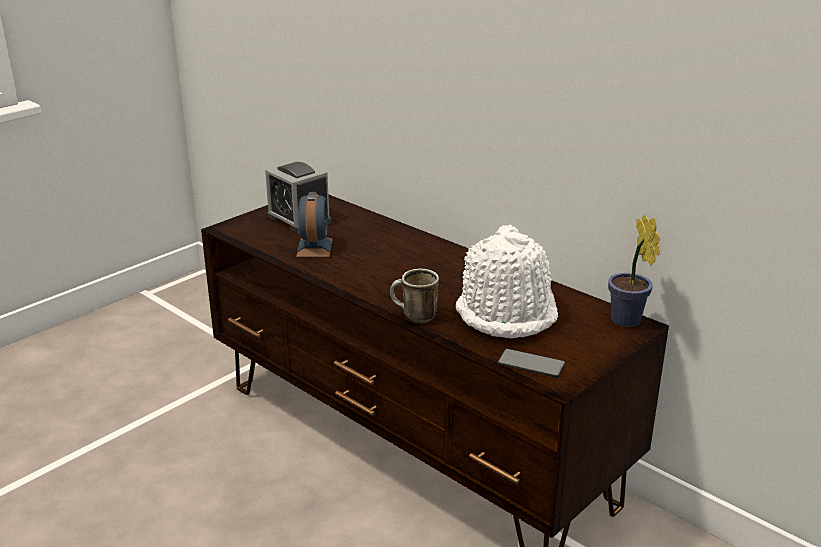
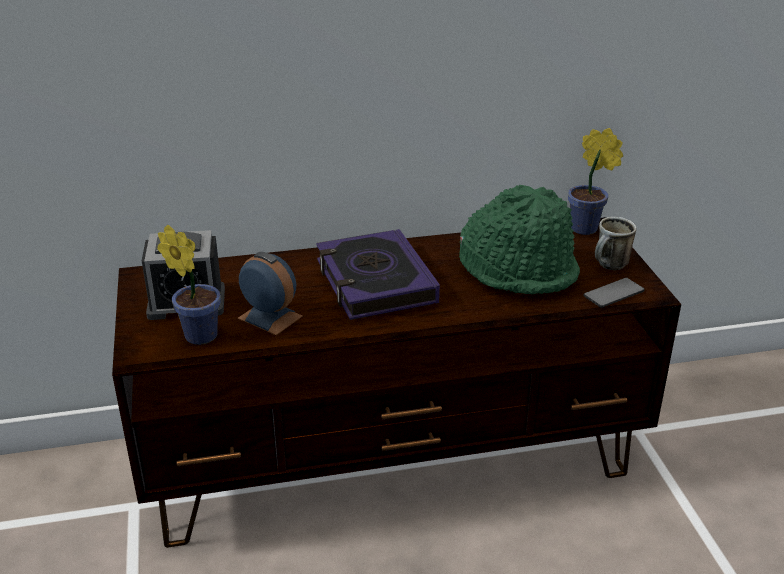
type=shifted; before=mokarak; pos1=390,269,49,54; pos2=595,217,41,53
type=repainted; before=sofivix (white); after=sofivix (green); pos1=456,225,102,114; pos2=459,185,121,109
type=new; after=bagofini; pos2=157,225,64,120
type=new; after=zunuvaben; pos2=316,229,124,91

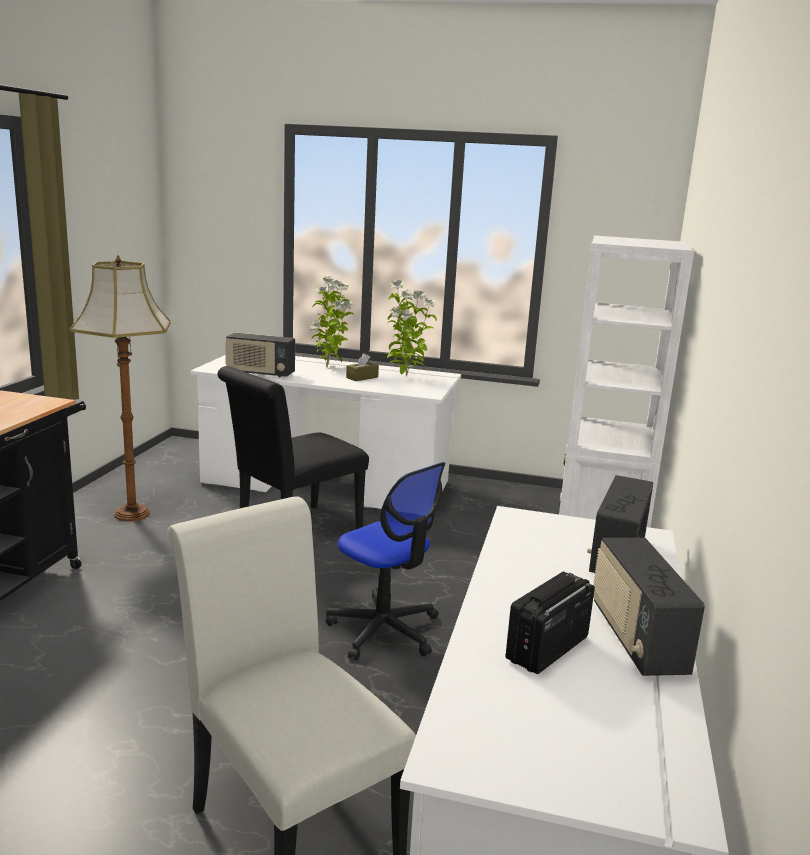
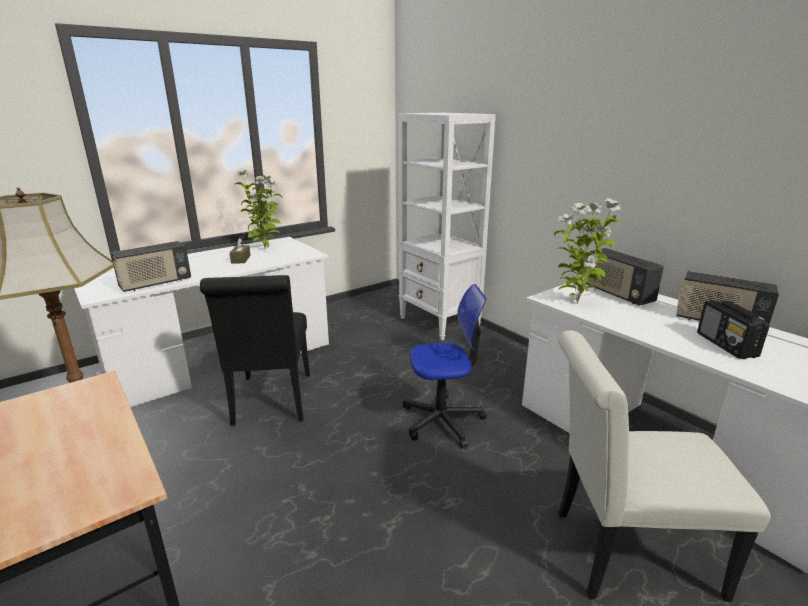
type=shifted; before=bagofini; pos1=310,275,44,92; pos2=554,198,67,106

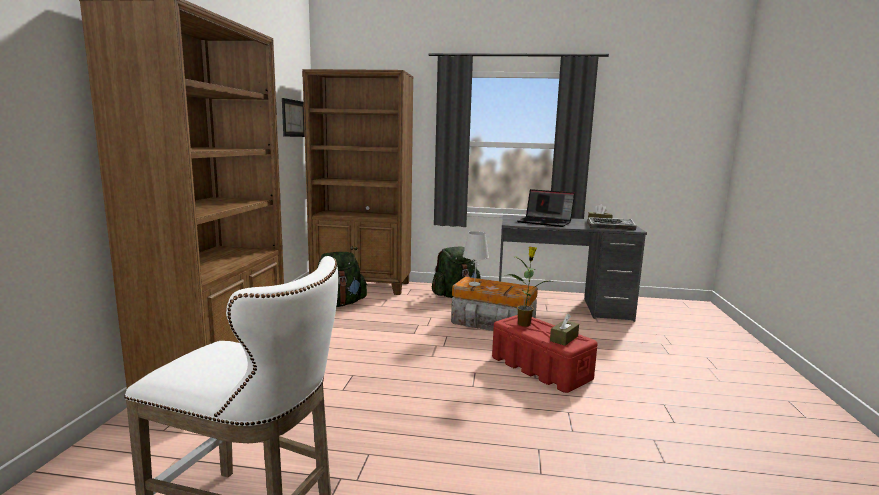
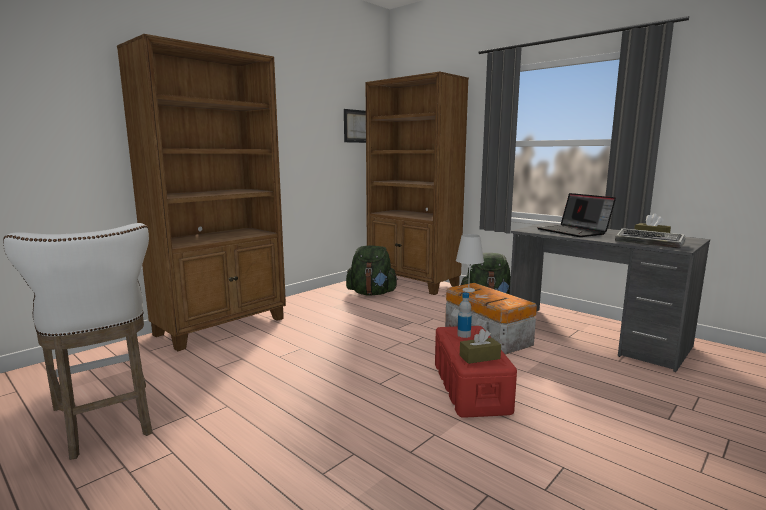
type=swapped; before=bagofini; after=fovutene; pos1=508,246,46,81; pos2=457,292,15,46

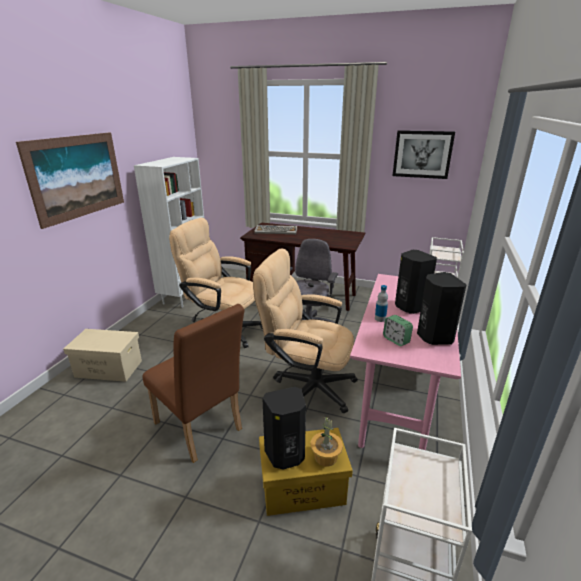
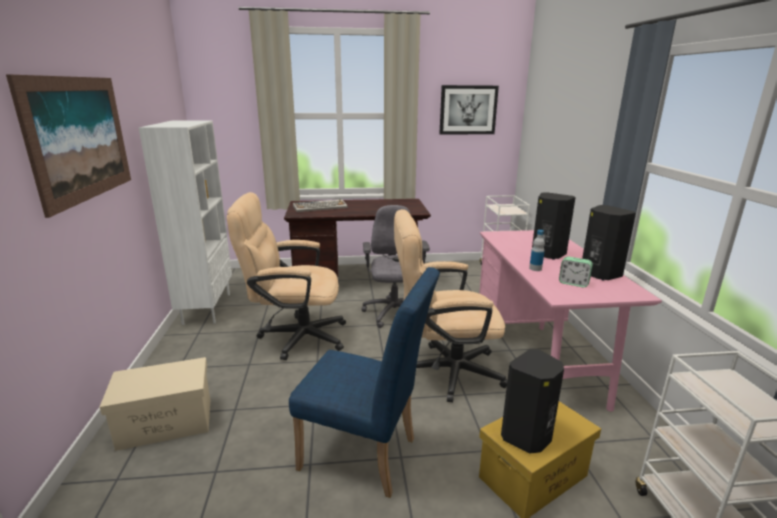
type=repainted; before=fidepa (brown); after=fidepa (blue); pos1=143,304,101,159; pos2=289,267,151,231
type=gone; before=bagofini; pos1=310,417,33,50

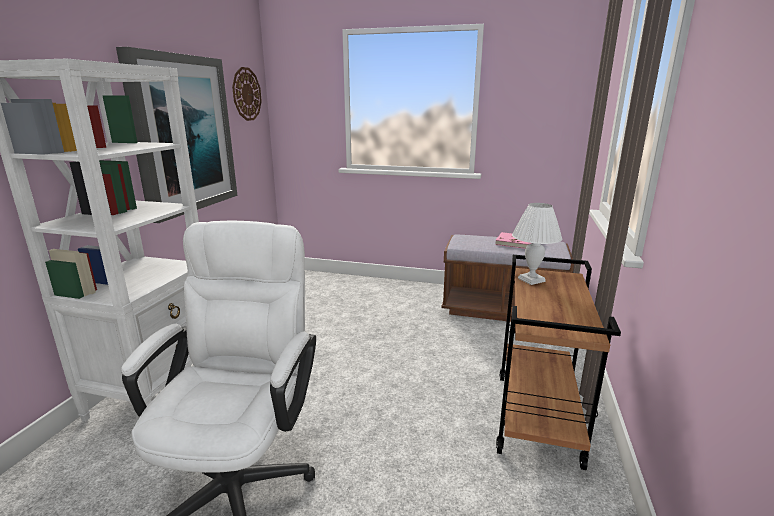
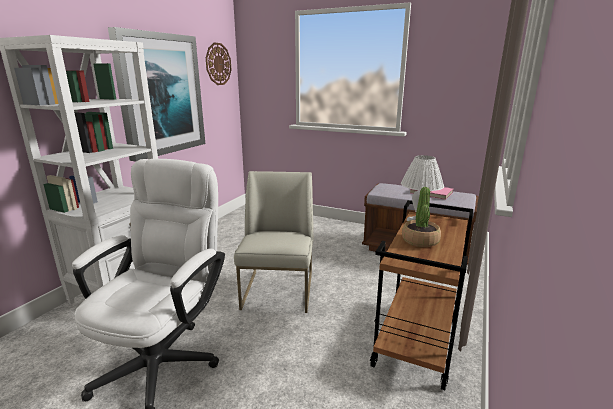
type=new; after=fidepa (white); pos2=234,171,79,142
type=new; after=bagofini; pos2=402,187,39,60

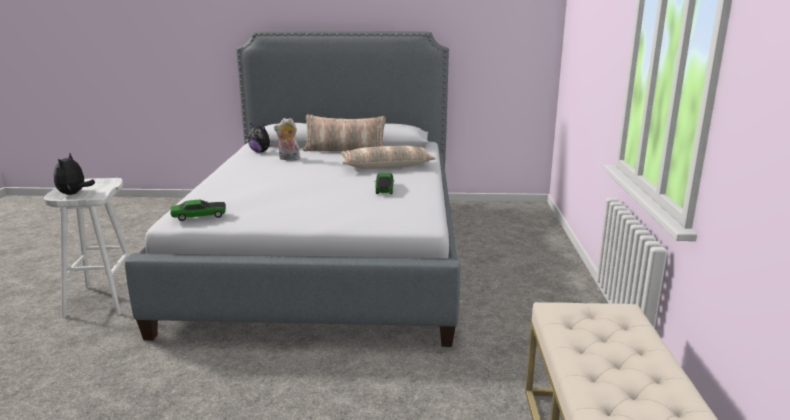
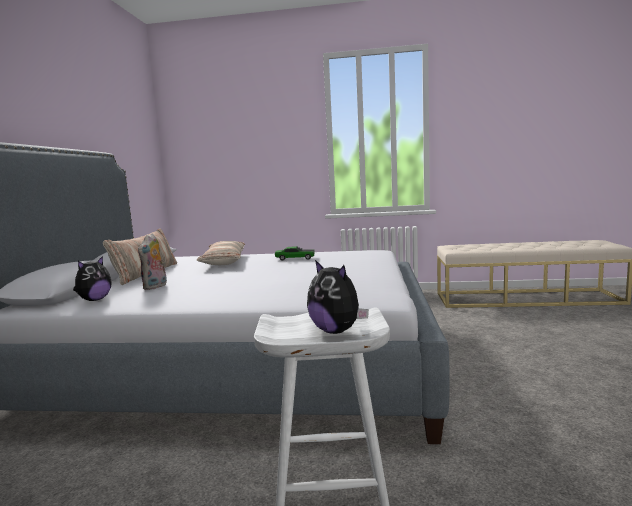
type=rotated; before=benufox; pos1=54,154,41,41; pos2=307,260,62,74; turn=45
type=gone; before=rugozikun; pos1=170,199,56,22

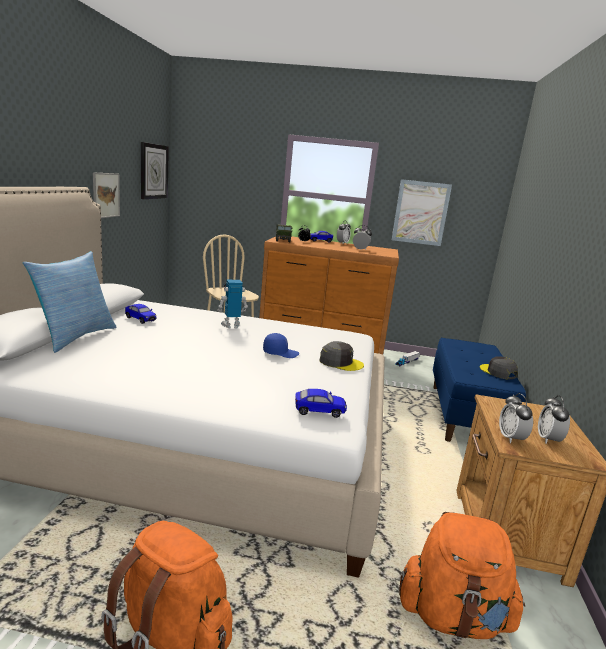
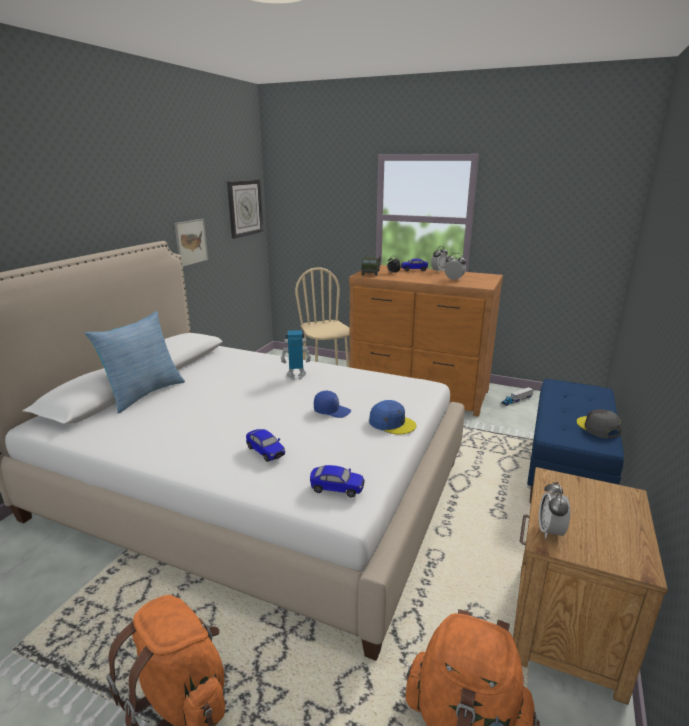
type=shifted; before=rugozikun; pos1=125,304,31,20; pos2=246,429,39,33
type=repainted; before=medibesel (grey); after=medibesel (blue); pos1=320,341,44,30; pos2=369,400,48,35
type=gone; before=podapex; pos1=392,179,60,67
type=gone; before=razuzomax; pos1=538,395,32,49

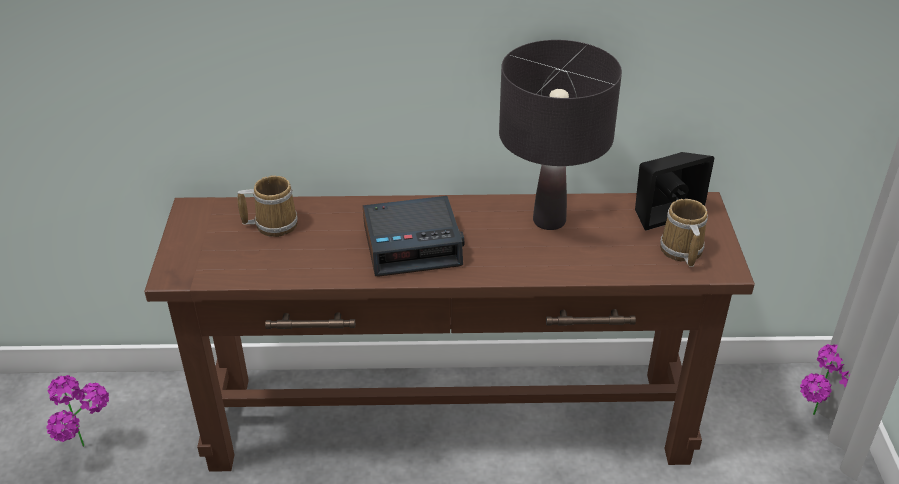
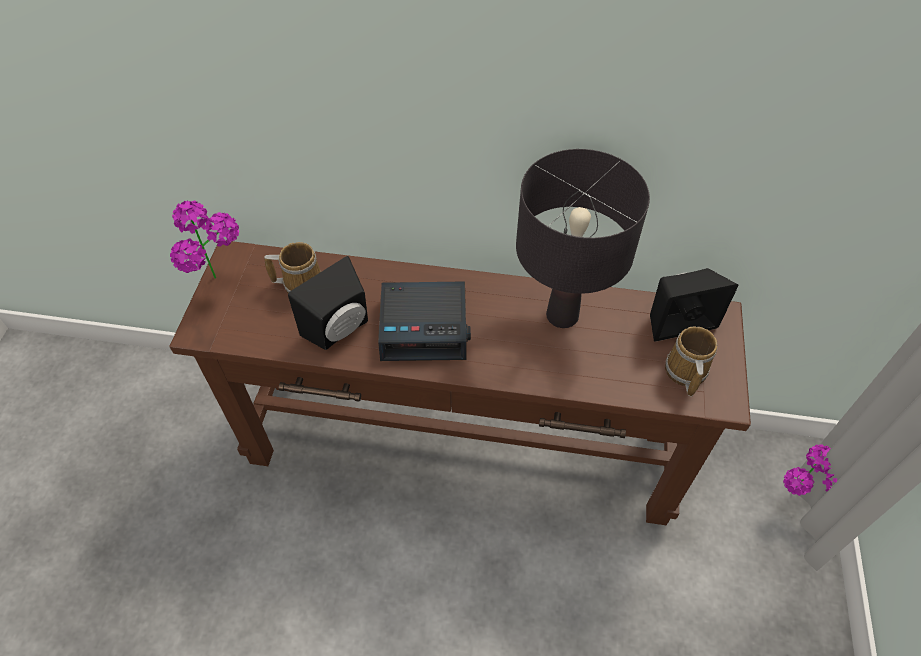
type=shifted; before=bagofini; pos1=46,375,63,72; pos2=170,200,69,79
type=new; after=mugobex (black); pos2=288,256,80,94

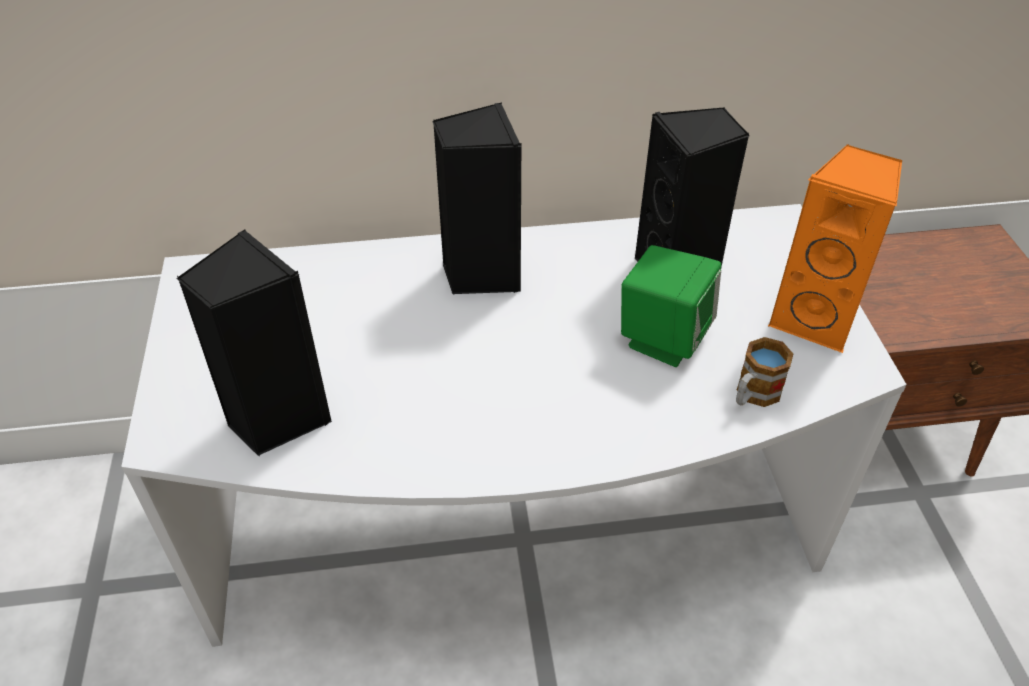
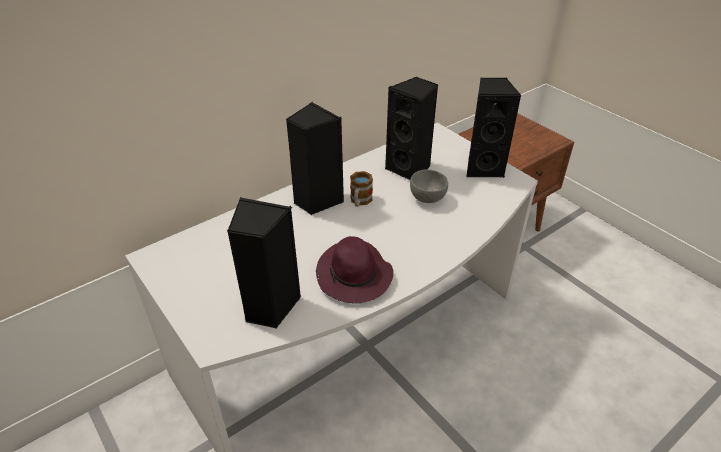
type=swapped; before=mugobex (green); after=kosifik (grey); pos1=621,245,100,122; pos2=410,169,38,34
type=shifted; before=mokarak; pos1=736,337,57,70; pos2=350,171,23,36
type=repainted; before=mugobex (orange); after=mugobex (black); pos1=768,145,135,208; pos2=467,78,55,100
type=new; after=sofivix (purple); pos2=316,236,77,67

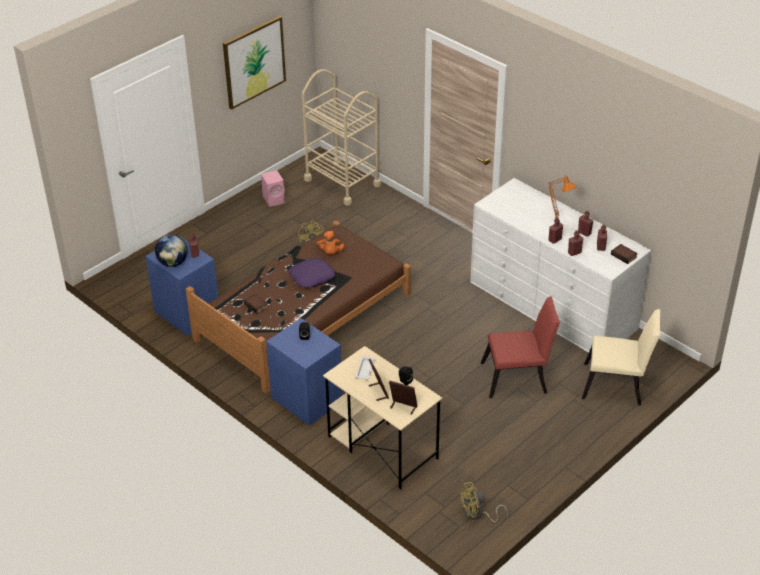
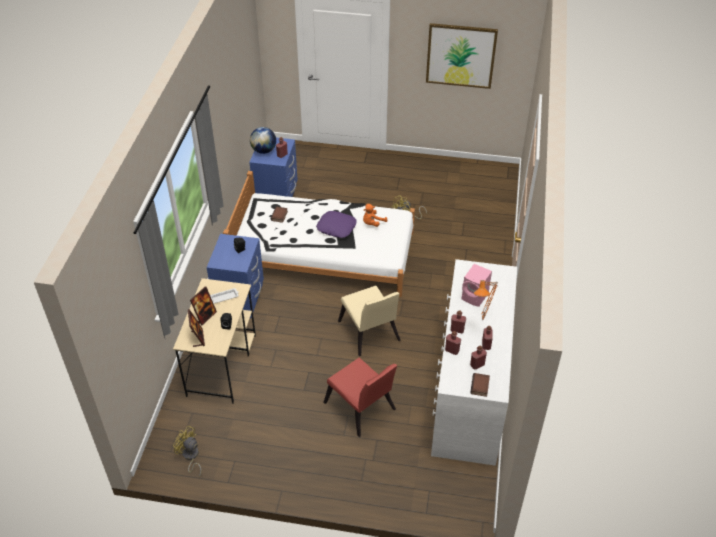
type=repainted; before=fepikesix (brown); after=fepikesix (white); pos1=186,221,225,173; pos2=223,171,192,126
type=shifted; before=mugobex (pink); pos1=261,170,24,37; pos2=462,264,30,43
type=gone; before=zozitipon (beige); pos1=302,69,79,137
type=shifted; before=fidepa (beige); pos1=582,309,78,97; pos2=338,285,63,71

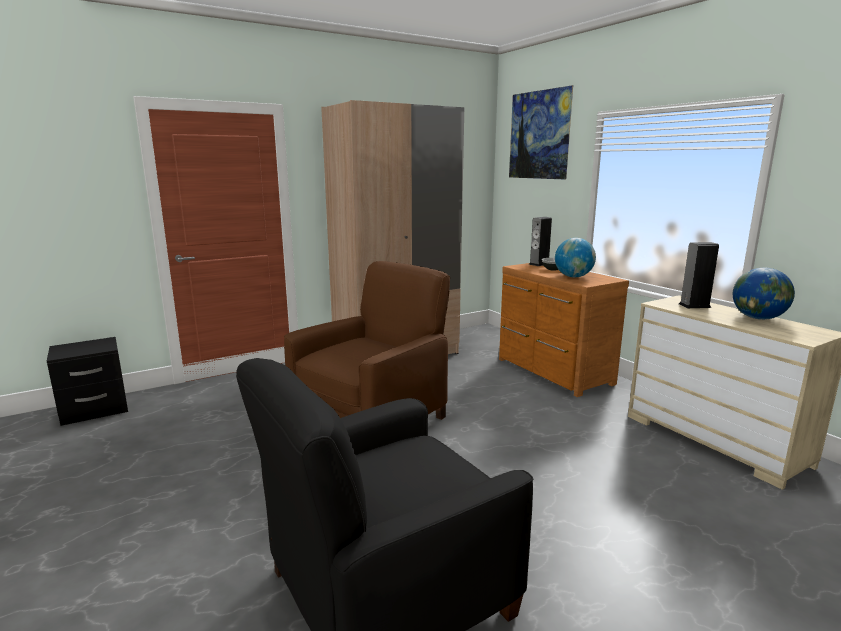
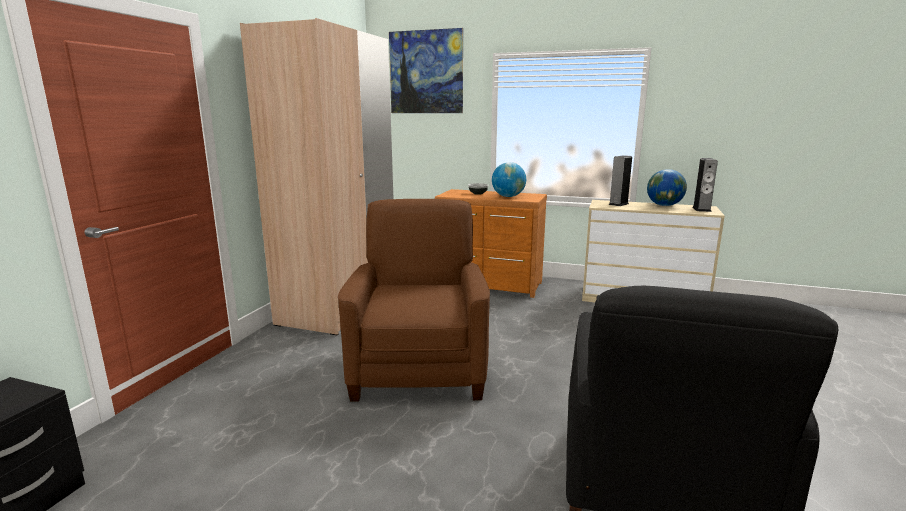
type=shifted; before=mugobex; pos1=529,217,23,49; pos2=692,158,26,54

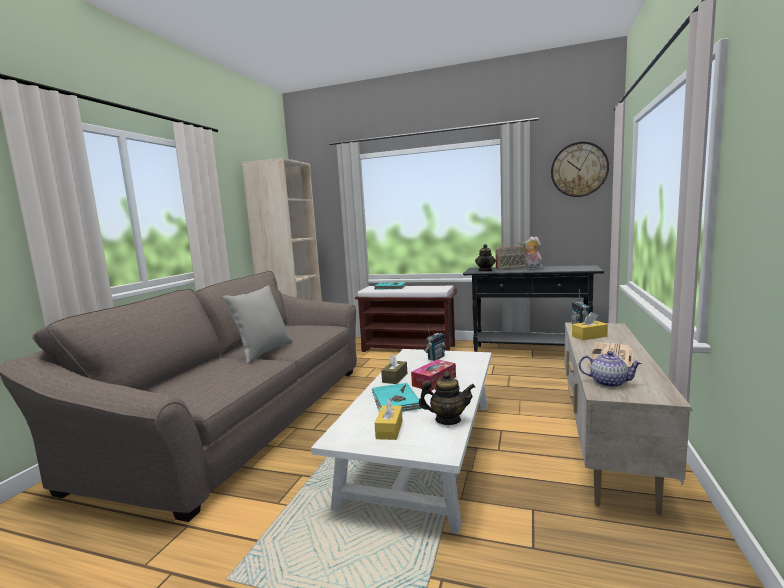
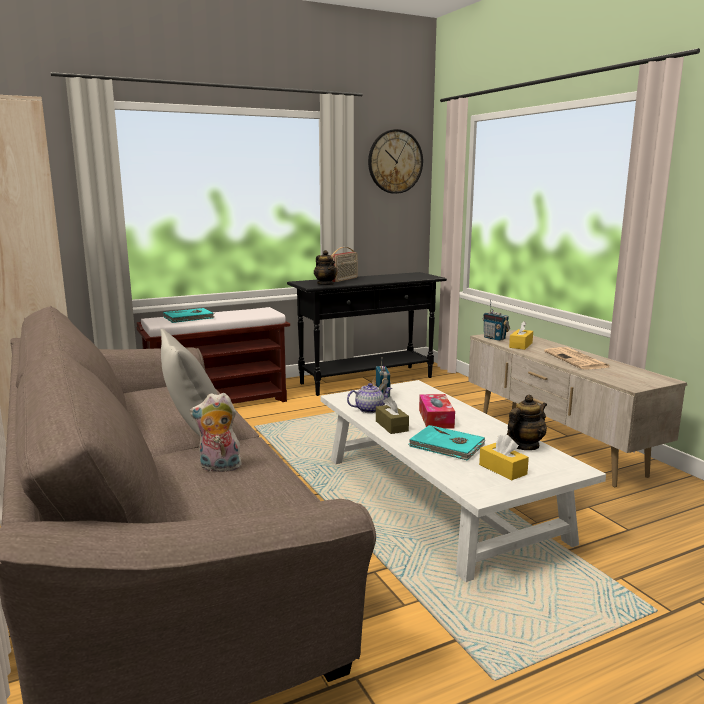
type=shifted; before=benufox; pos1=523,236,19,34; pos2=190,392,53,82
type=shifted; before=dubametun; pos1=579,351,63,36; pos2=347,383,45,30

